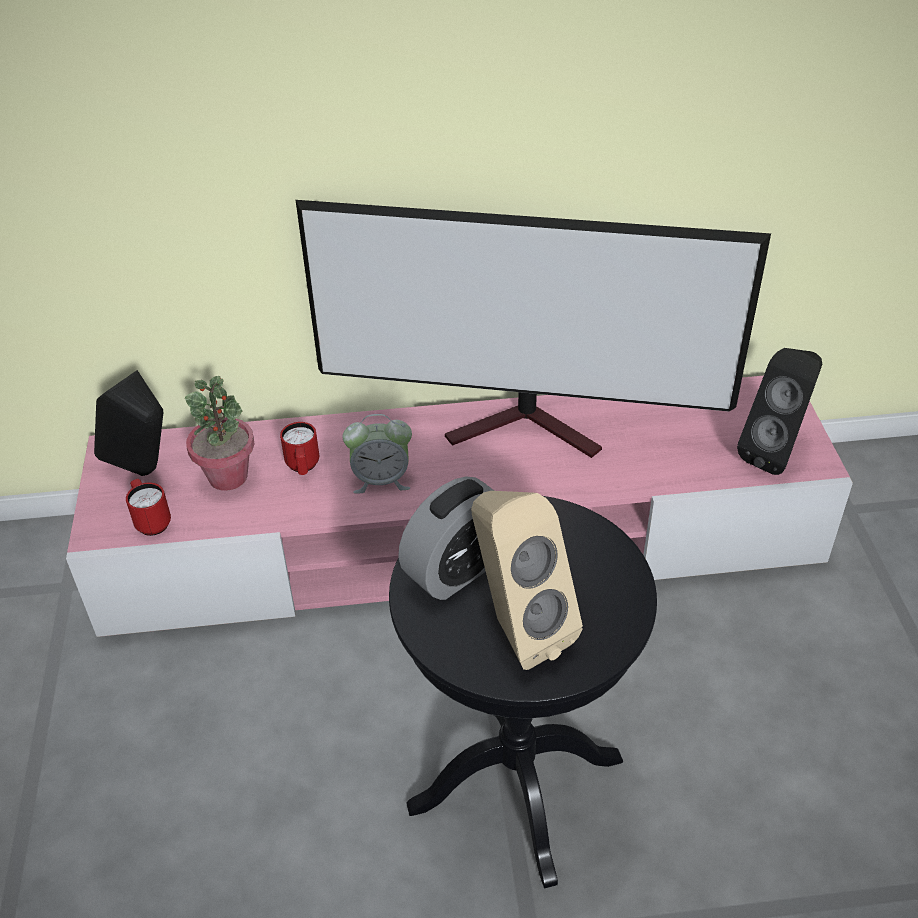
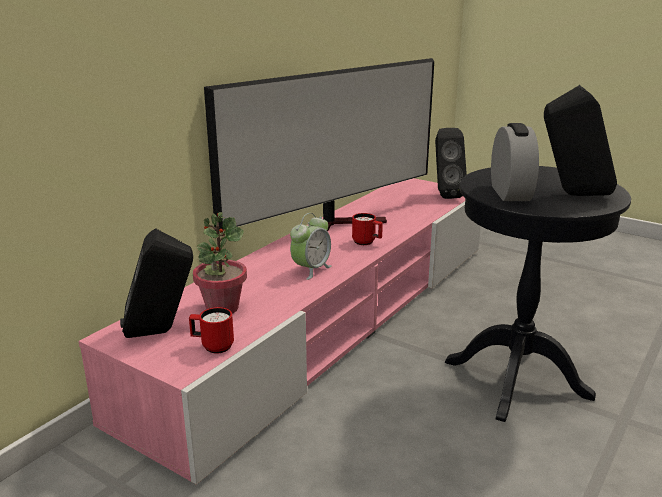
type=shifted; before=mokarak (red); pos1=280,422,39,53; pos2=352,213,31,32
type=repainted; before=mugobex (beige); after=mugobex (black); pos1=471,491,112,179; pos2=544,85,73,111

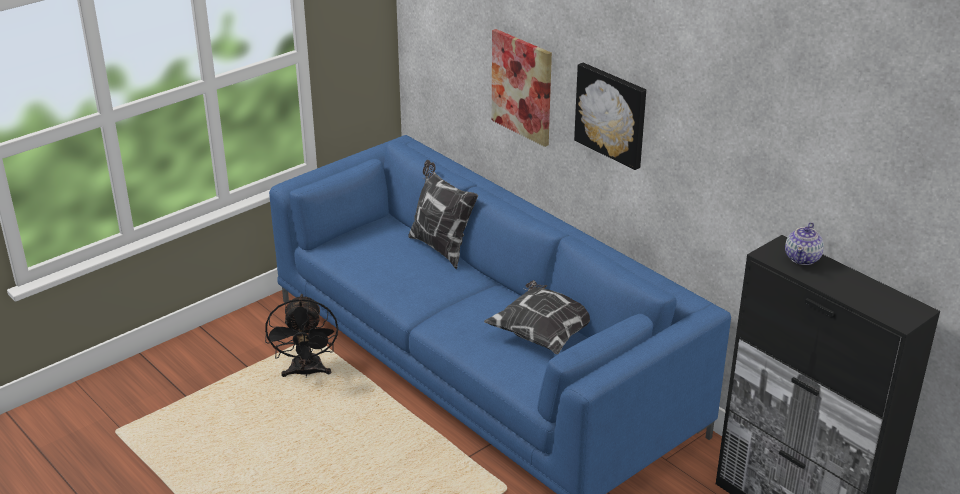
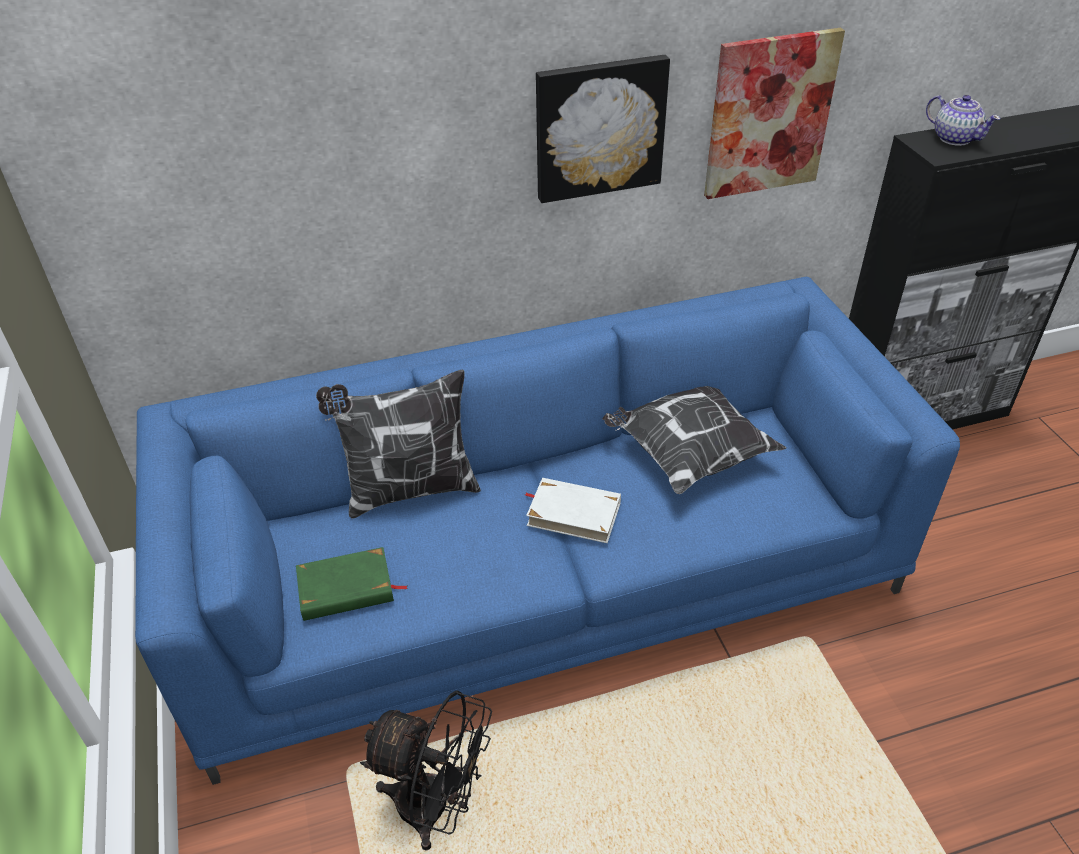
type=shifted; before=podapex; pos1=492,29,60,118; pos2=704,28,141,171
type=new; after=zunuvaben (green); pos2=296,547,112,74
type=new; after=zunuvaben (white); pos2=525,478,96,65

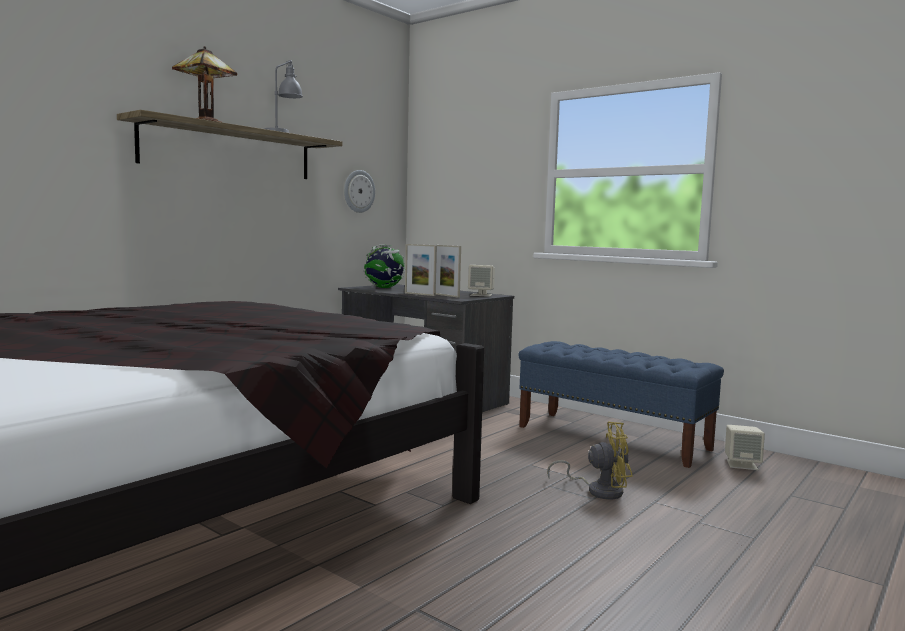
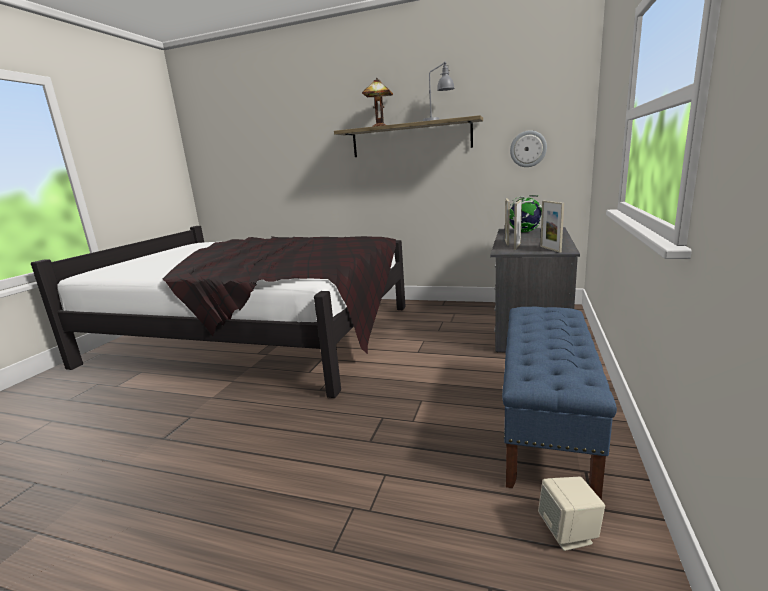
type=swapped; before=mugobex (beige); after=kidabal; pos1=468,265,27,32; pos2=540,201,24,52
type=gone; before=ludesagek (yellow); pos1=547,422,85,77

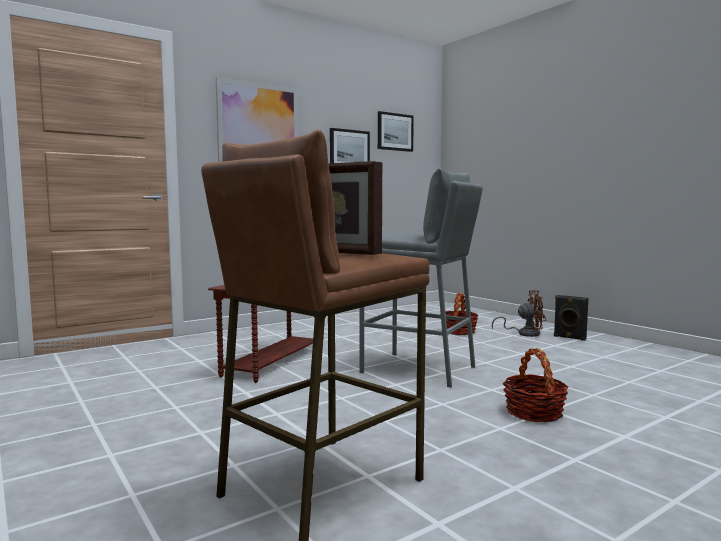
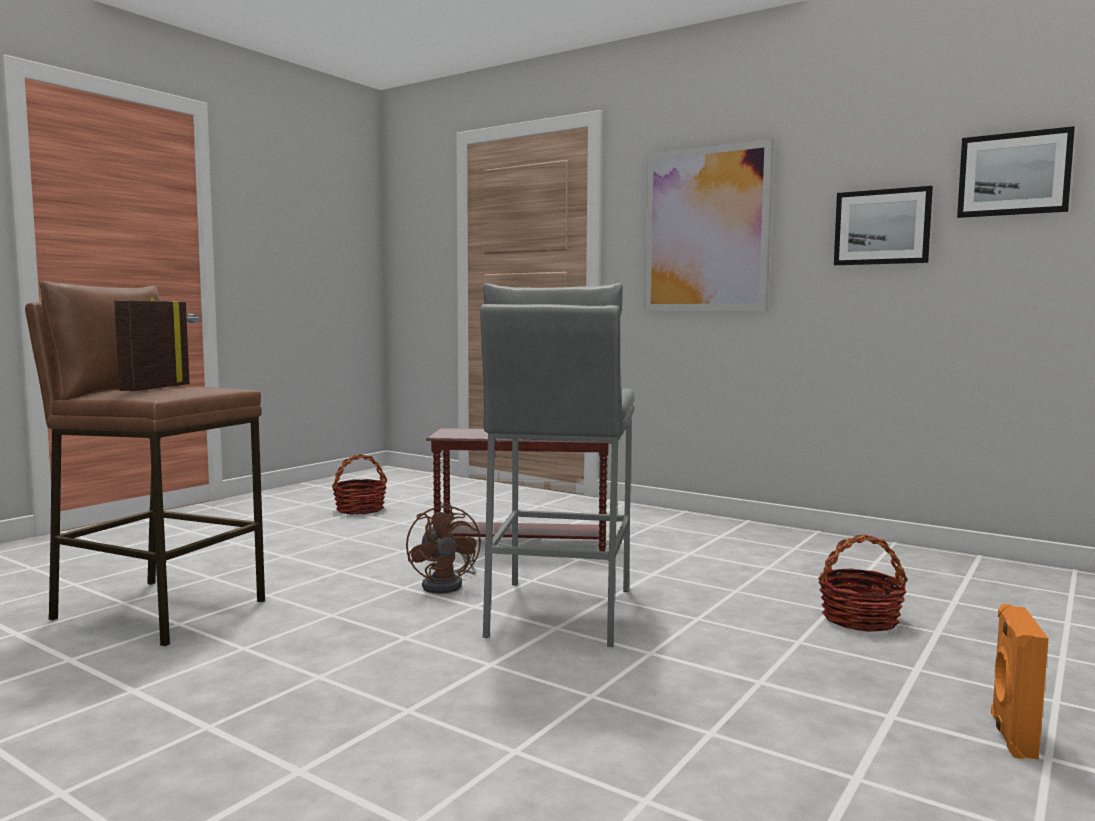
type=shifted; before=ludesagek (brown); pos1=492,290,54,47; pos2=406,503,75,91
type=shifted; before=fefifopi; pos1=503,348,65,75; pos2=332,454,55,61
type=repainted; before=mugobex (black); after=mugobex (orange); pos1=554,295,34,46; pos2=991,604,57,156

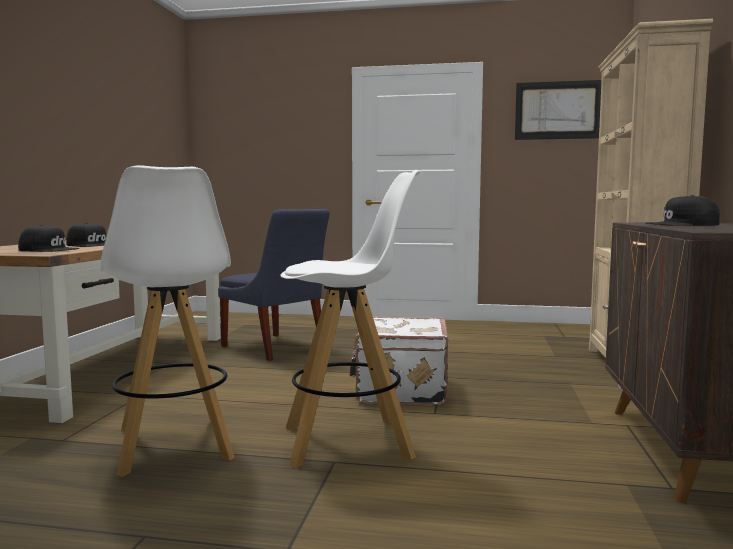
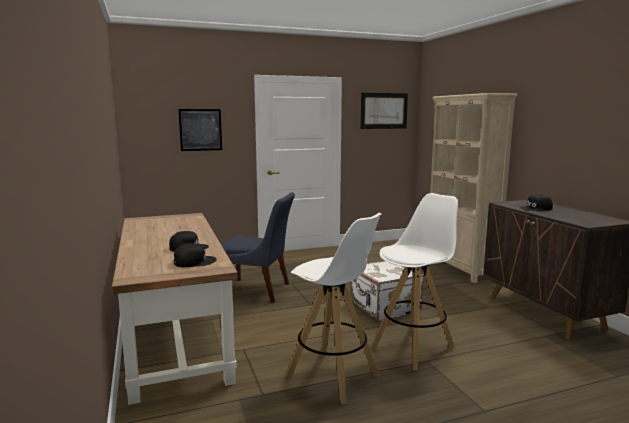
type=new; after=podapex; pos2=178,109,44,42

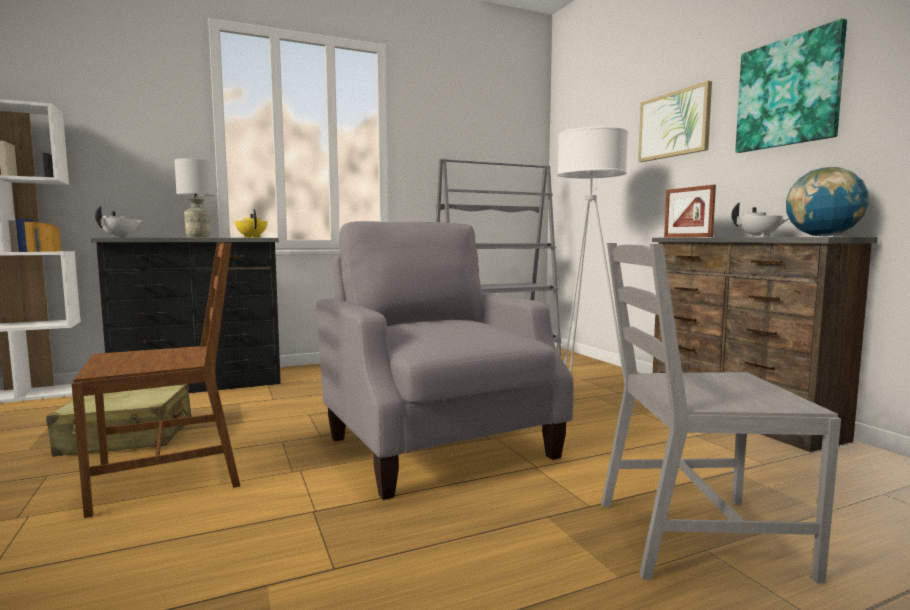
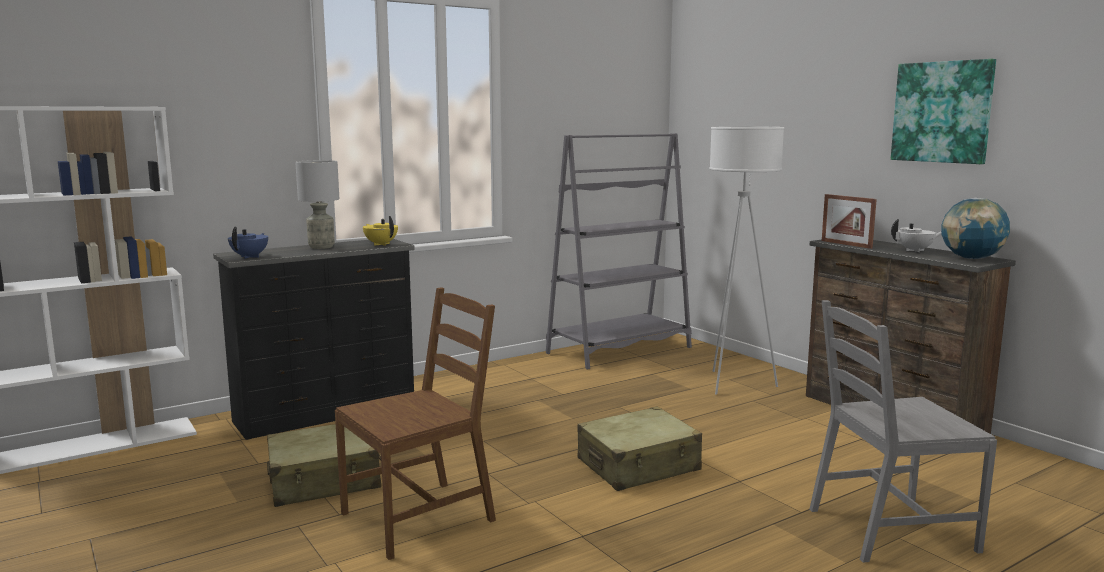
type=repainted; before=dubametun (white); after=dubametun (blue); pos1=95,206,48,31; pos2=228,226,40,33
type=swapped; before=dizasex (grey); after=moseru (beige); pos1=316,221,258,279; pos2=578,406,124,85
type=gone; before=podapex; pos1=638,81,74,81

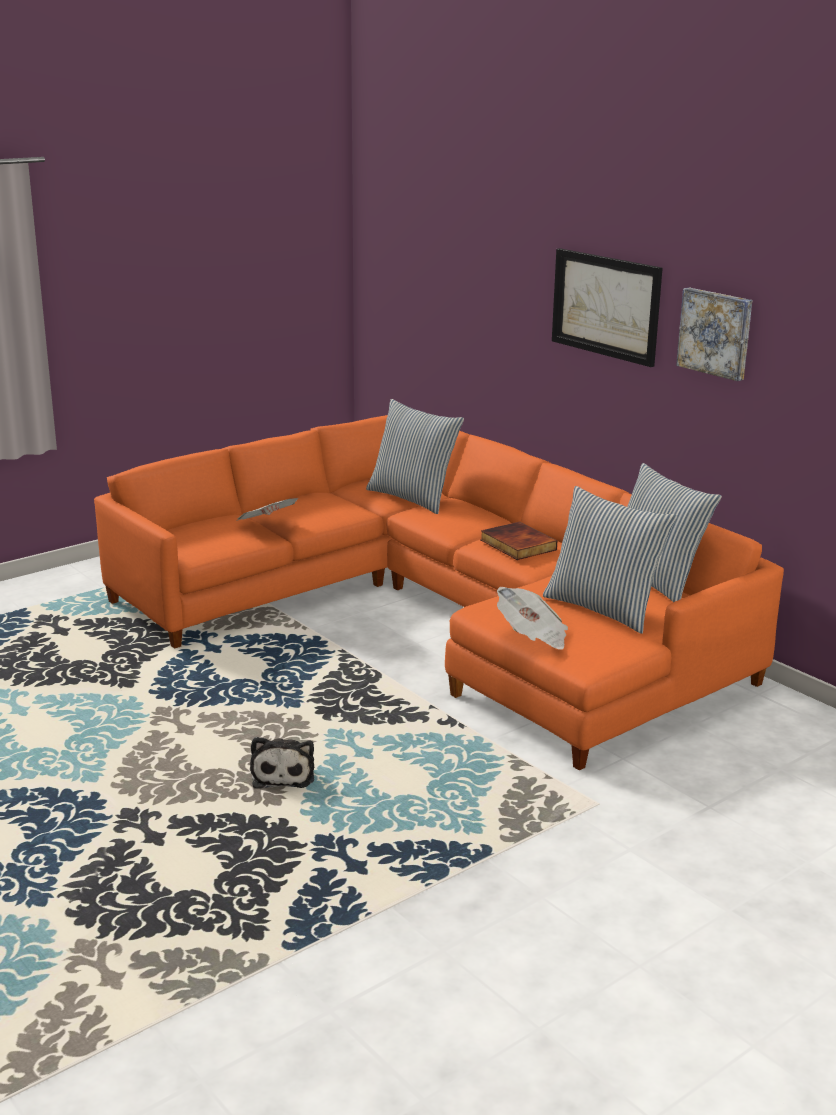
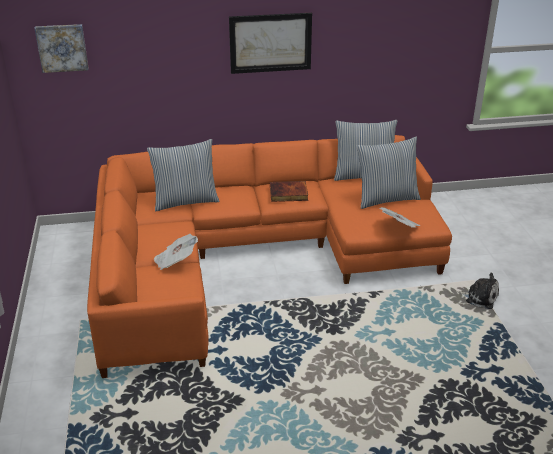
type=shifted; before=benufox; pos1=250,737,64,52; pos2=458,273,41,36
type=shifted; before=podapex; pos1=676,287,76,94; pos2=34,24,55,49

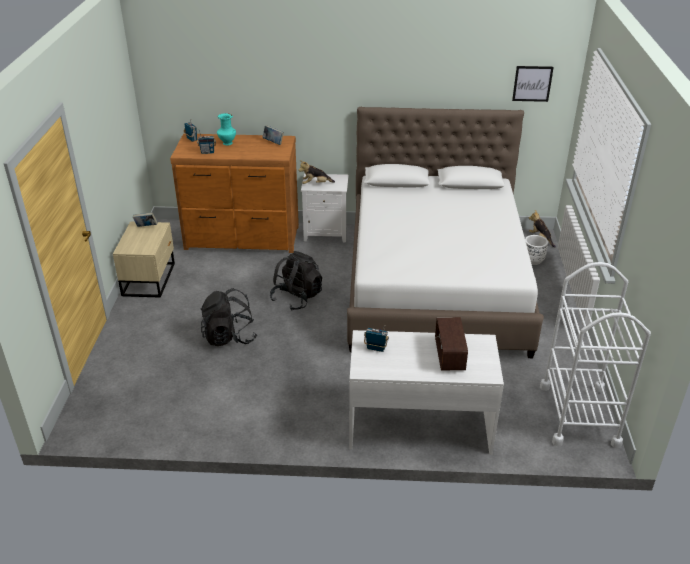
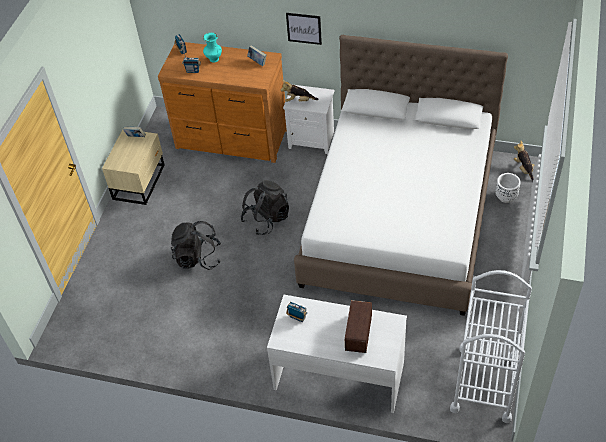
type=shifted; before=podapex; pos1=512,66,42,36; pos2=286,13,36,32

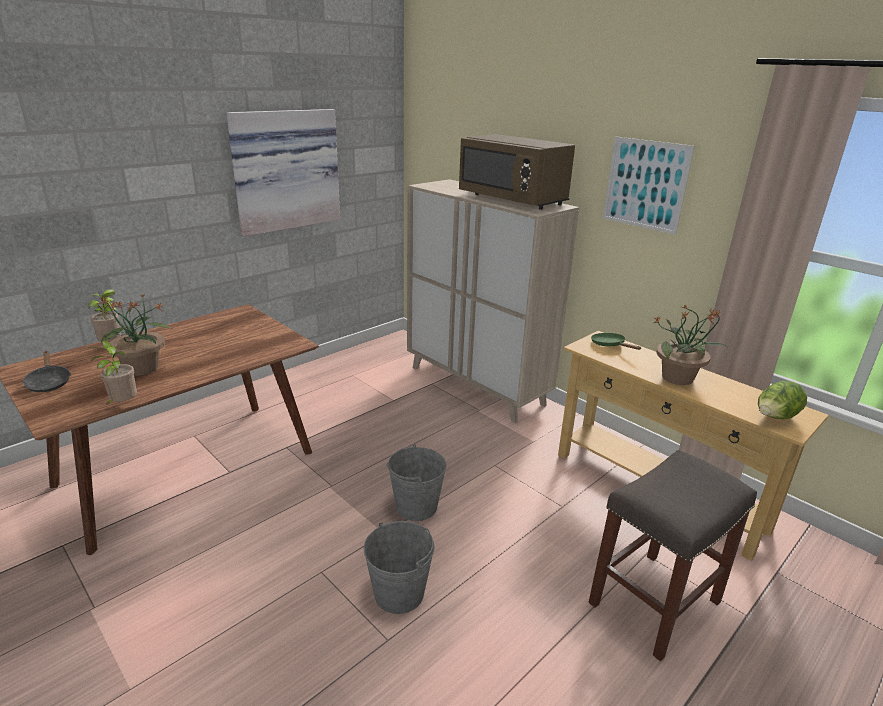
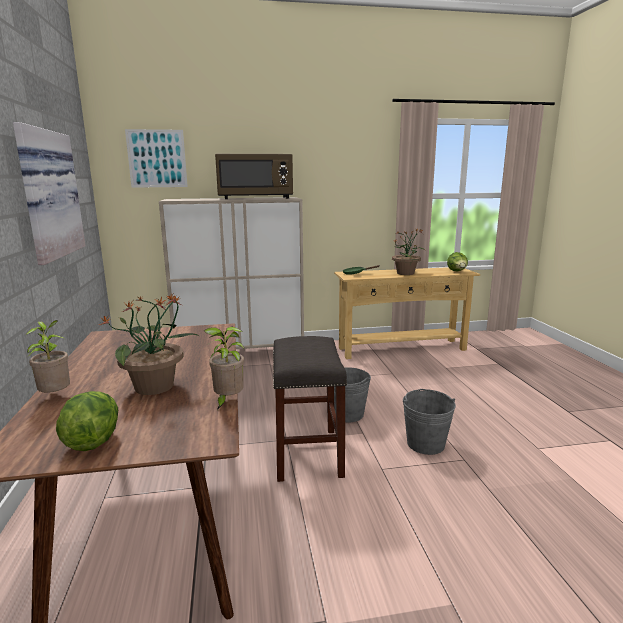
type=swapped; before=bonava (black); after=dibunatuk; pos1=22,351,49,41; pos2=56,391,62,60
type=shifted; before=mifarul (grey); pos1=589,450,168,211; pos2=273,336,74,146
type=shifted; before=podapex; pos1=603,137,92,98; pos2=125,129,63,59

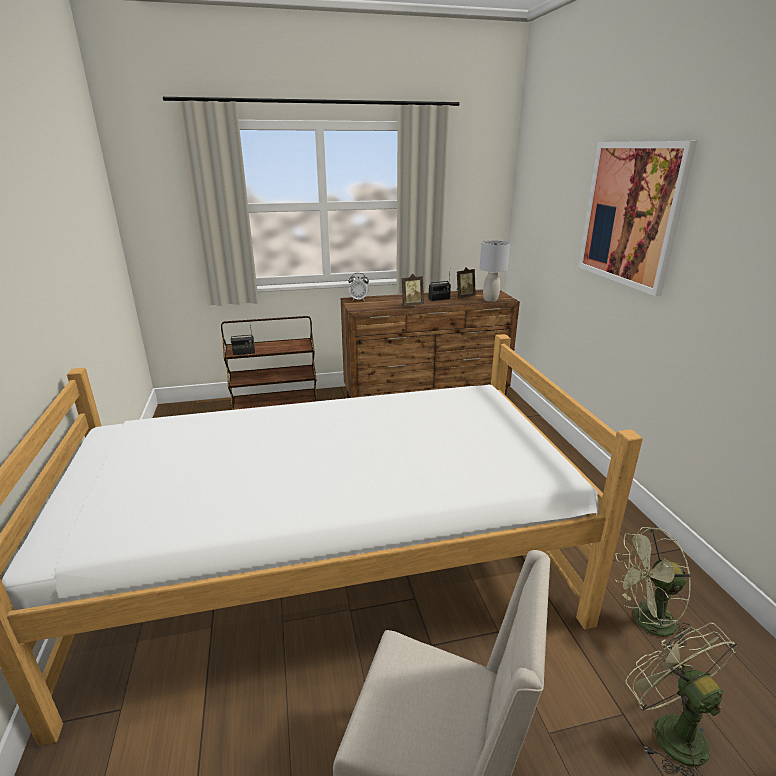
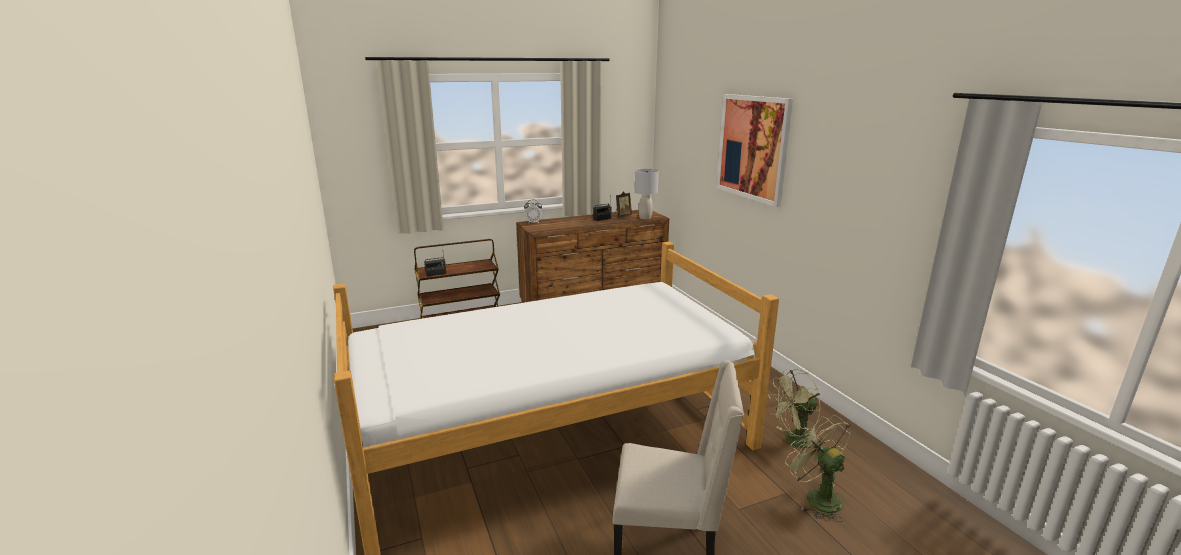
type=gone; before=kidabal; pos1=402,274,22,33

